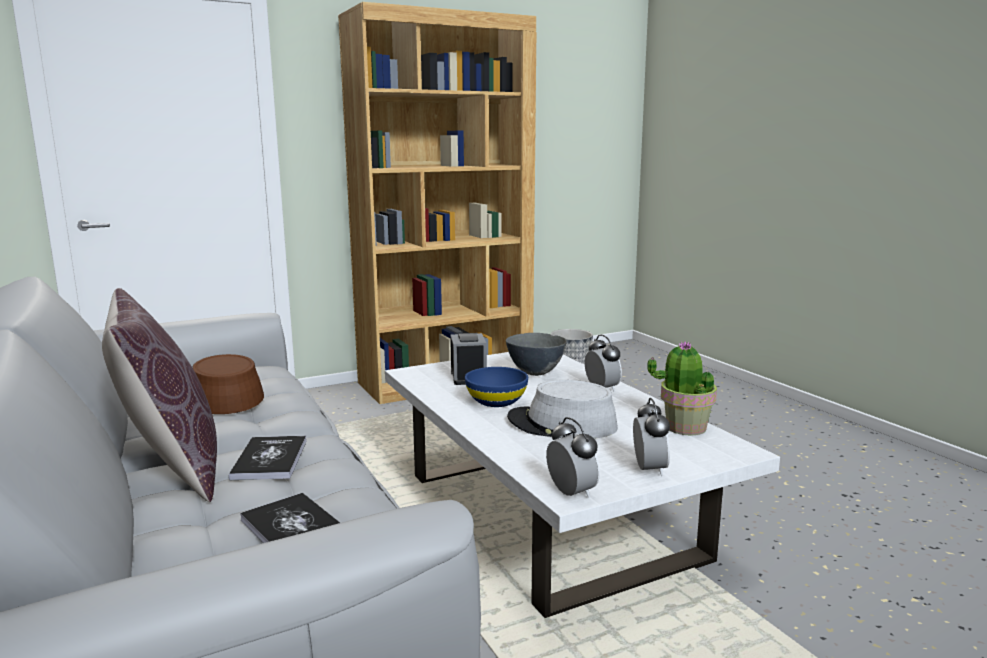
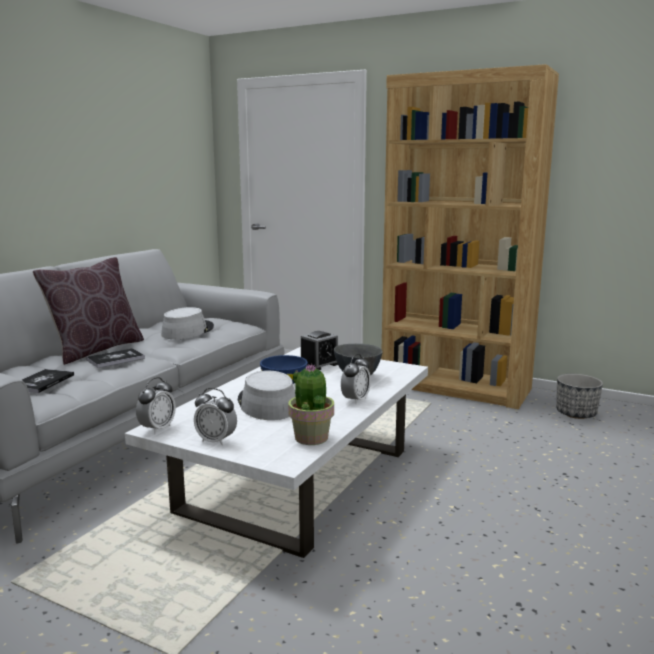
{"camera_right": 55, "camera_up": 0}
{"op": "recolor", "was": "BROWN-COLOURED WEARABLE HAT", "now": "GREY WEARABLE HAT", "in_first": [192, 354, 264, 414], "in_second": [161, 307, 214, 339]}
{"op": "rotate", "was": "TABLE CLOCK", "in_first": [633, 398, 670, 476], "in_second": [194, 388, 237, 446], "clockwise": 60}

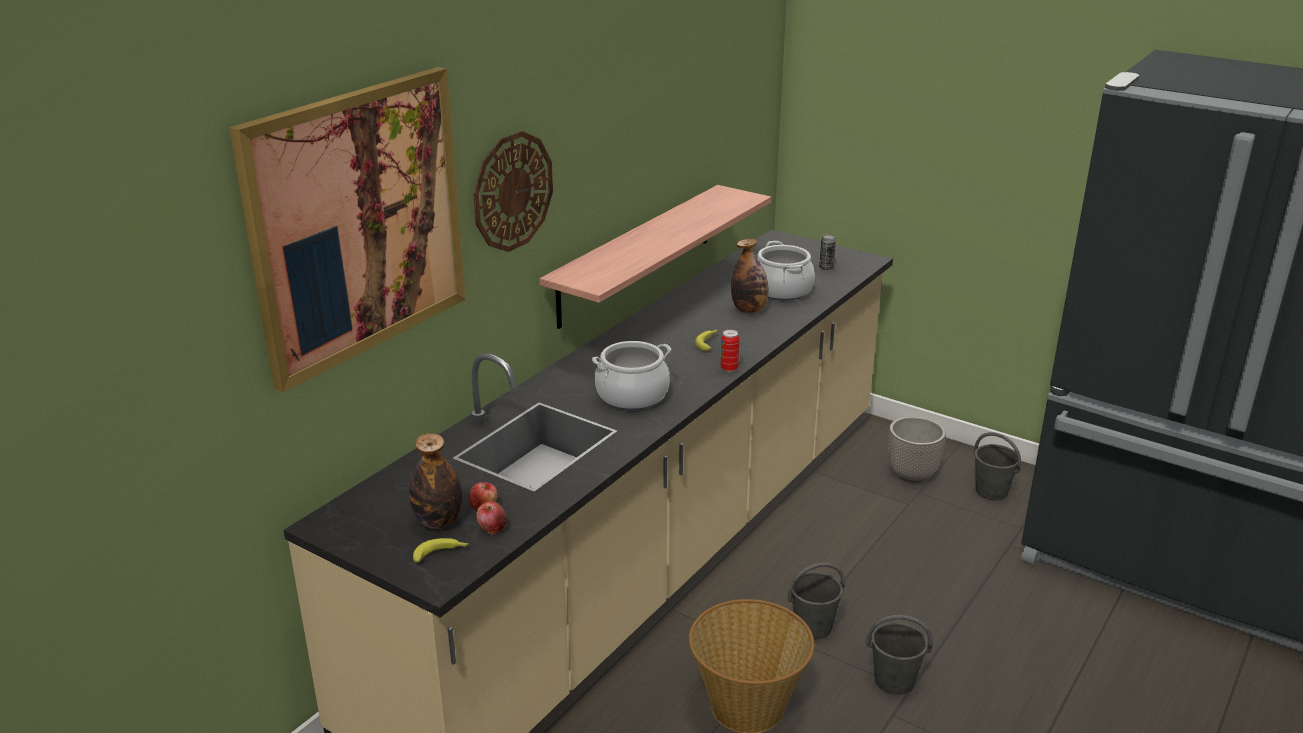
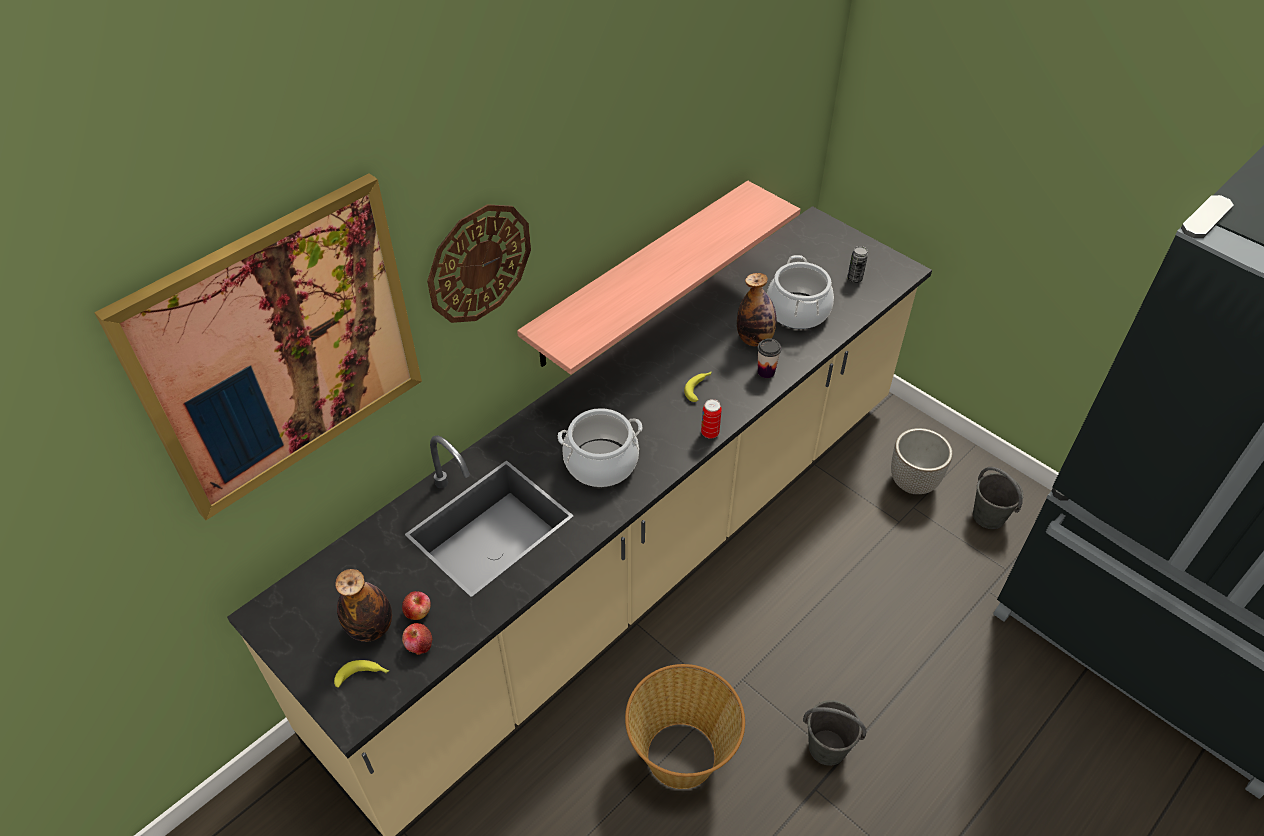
{"camera_right": 10, "camera_up": 20}
{"op": "delete", "was": "GREY PAIL", "in_first": [788, 563, 845, 639]}
{"op": "insert", "now": "SMALL CUP", "in_second": [757, 338, 781, 378]}

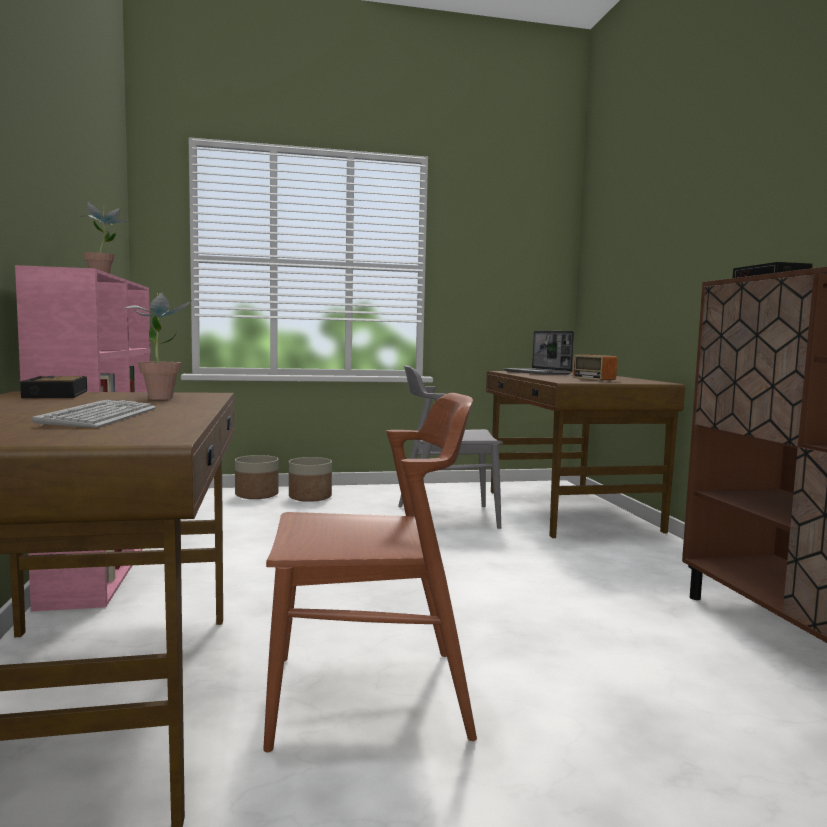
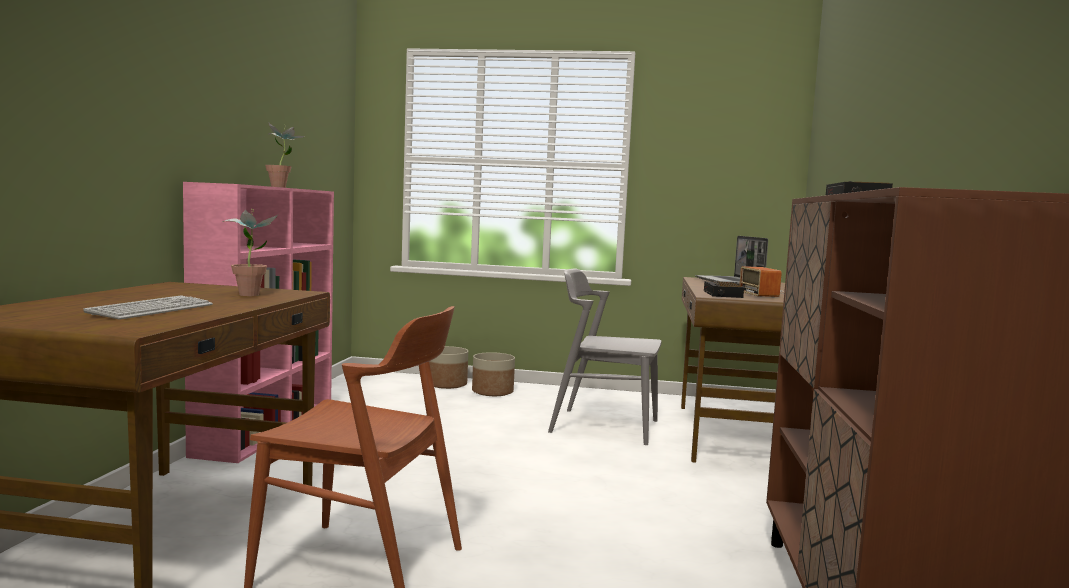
{"camera_right": 20, "camera_up": 0}
{"op": "move", "was": "TABLE CLOCK", "in_first": [20, 376, 87, 398], "in_second": [704, 281, 744, 298]}

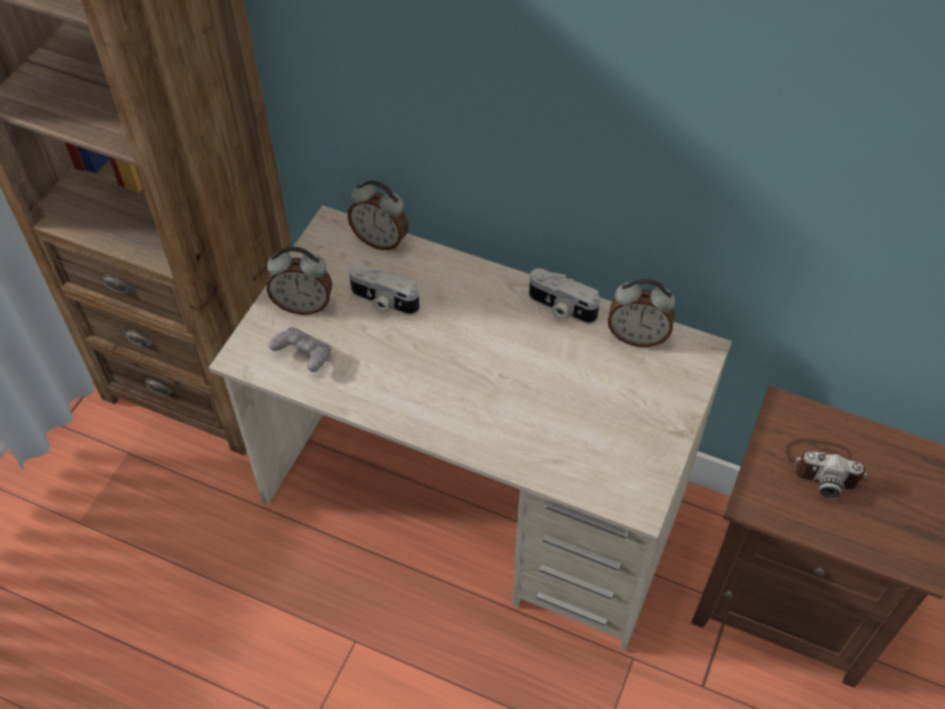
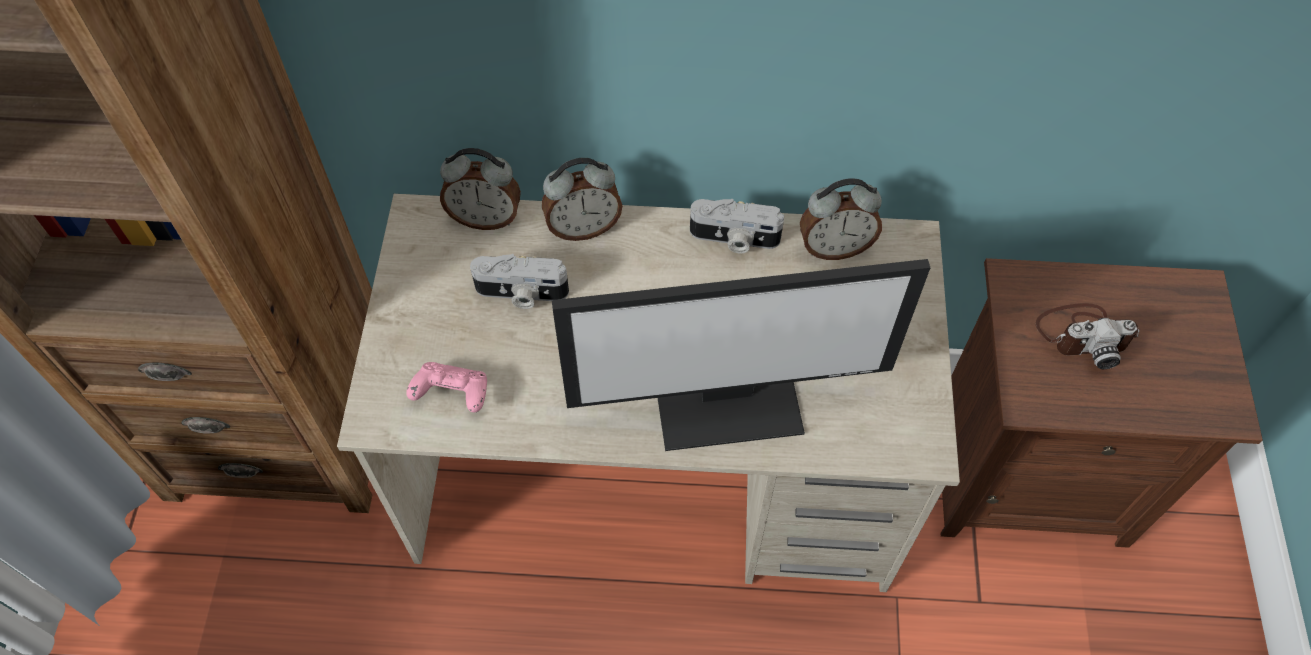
{"camera_right": -20, "camera_up": 5}
{"op": "insert", "now": "MONITOR", "in_second": [552, 259, 930, 451]}
{"op": "move", "was": "TABLE CLOCK", "in_first": [266, 247, 332, 315], "in_second": [542, 158, 622, 241]}
{"op": "recolor", "was": "GREY JOYPAD", "now": "PINK-COLOURED JOYPAD", "in_first": [269, 327, 331, 372], "in_second": [406, 362, 487, 413]}

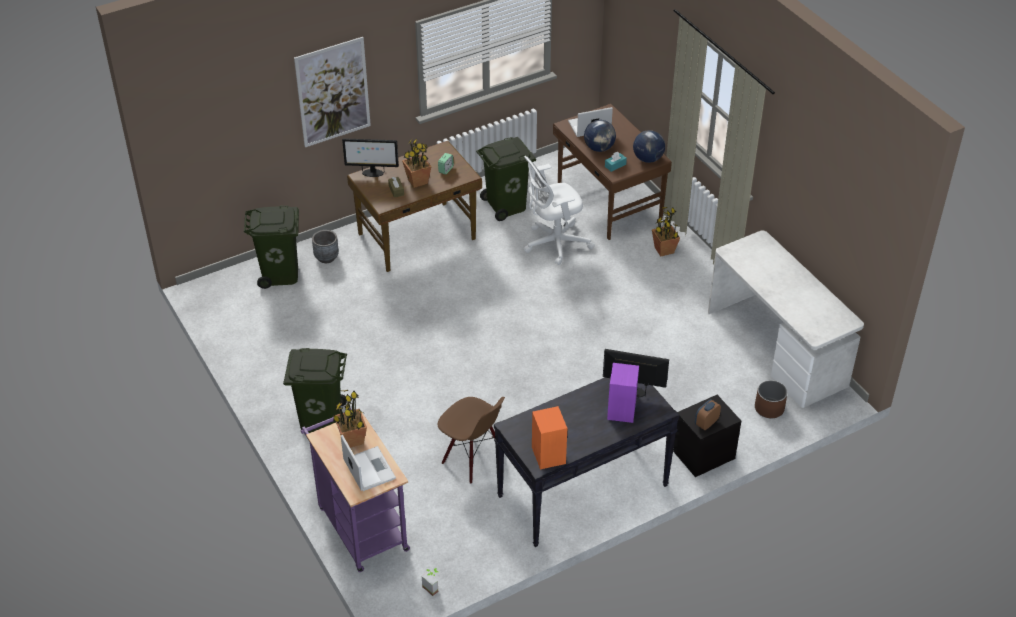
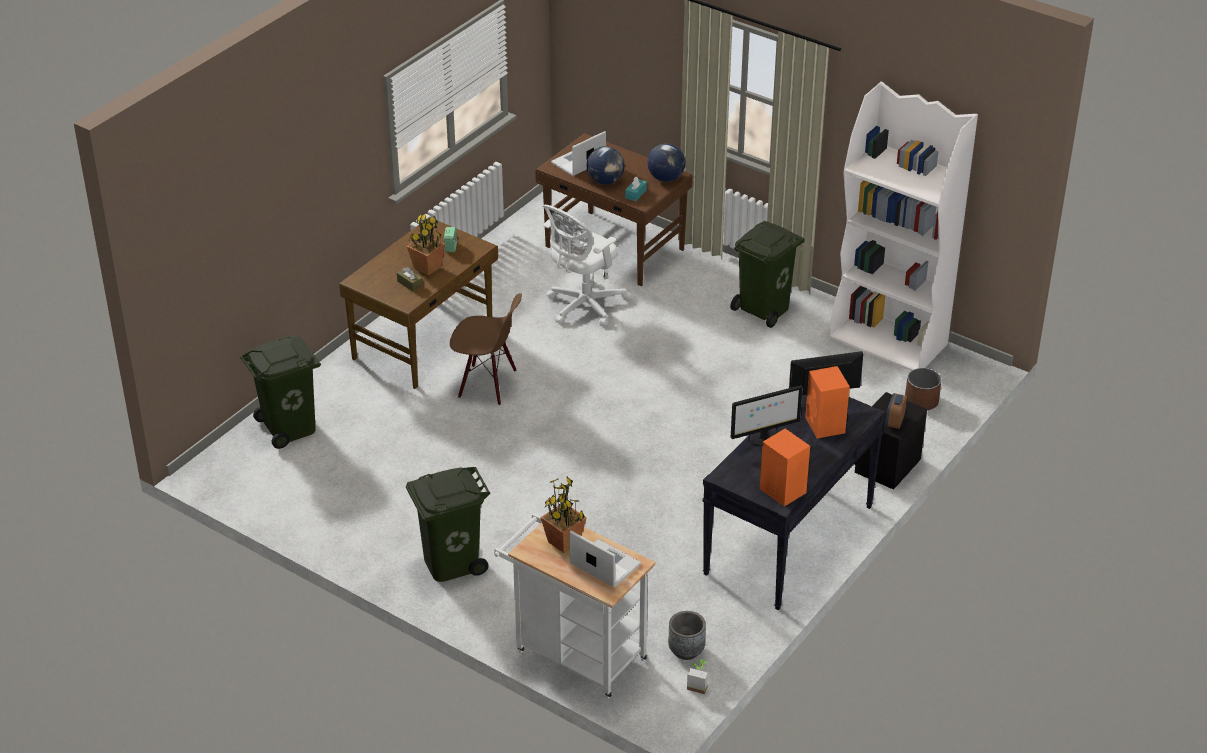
{"camera_right": -25, "camera_up": -5}
{"op": "delete", "was": "PICTURE", "in_first": [294, 37, 371, 147]}
{"op": "delete", "was": "PLANT IN A POT", "in_first": [652, 207, 680, 256]}
{"op": "move", "was": "GREY PLANTER", "in_first": [312, 230, 339, 263], "in_second": [668, 611, 706, 660]}
{"op": "move", "was": "MONITOR", "in_first": [342, 138, 399, 177], "in_second": [731, 385, 803, 446]}
{"op": "move", "was": "BROWN-COLOURED UPRIGHT CHAIR", "in_first": [438, 397, 505, 484], "in_second": [450, 293, 522, 406]}
{"op": "move", "was": "GREEN-COLOURED TRASH CAN", "in_first": [476, 137, 536, 221], "in_second": [730, 221, 805, 328]}
{"op": "replace", "was": "WHITE DESK TABLE", "now": "WHITE BOOKSHELF", "in_first": [708, 231, 864, 408], "in_second": [829, 82, 978, 371]}
{"op": "recolor", "was": "PURPLE-COLOURED CART", "now": "WHITE CART", "in_first": [301, 408, 410, 572], "in_second": [494, 513, 656, 699]}
{"op": "recolor", "was": "PURPLE-COLOURED LOUDSPEAKER", "now": "ORANGEY LOUDSPEAKER", "in_first": [607, 363, 639, 423], "in_second": [805, 366, 850, 439]}

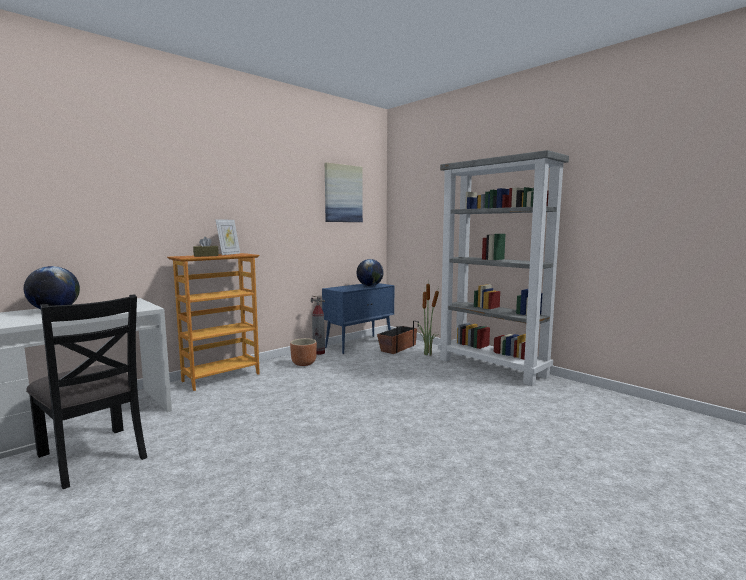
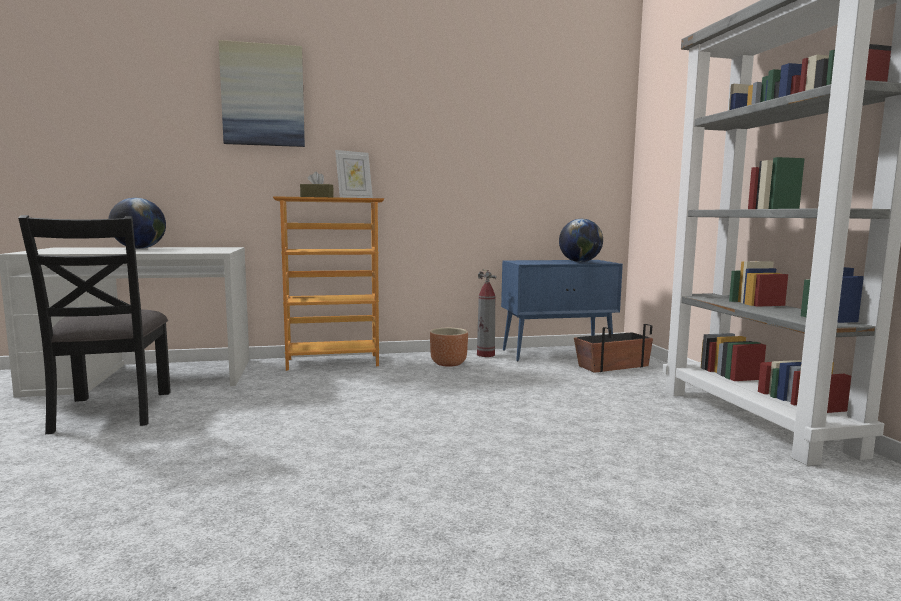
{"camera_right": 30, "camera_up": 0}
{"op": "delete", "was": "PLANT IN A POT", "in_first": [416, 284, 439, 355]}
{"op": "move", "was": "PICTURE", "in_first": [325, 163, 363, 222], "in_second": [219, 40, 305, 147]}

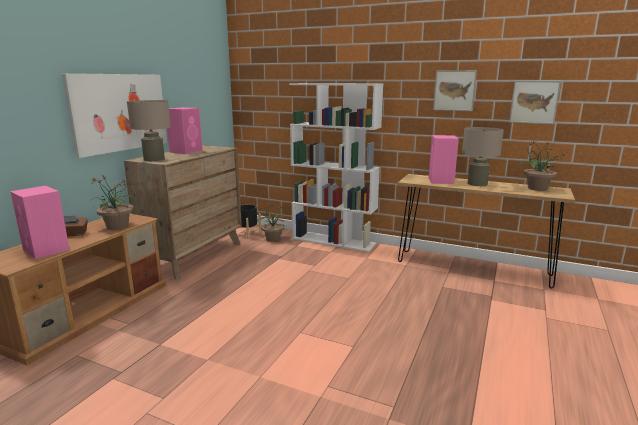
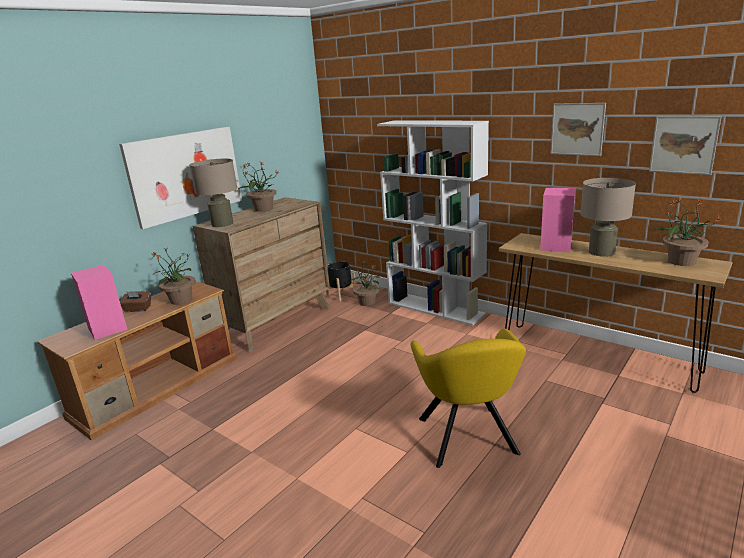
{"camera_right": 15, "camera_up": 5}
{"op": "insert", "now": "YELLOWISH EASY CHAIR", "in_second": [411, 328, 526, 468]}
{"op": "replace", "was": "PINK-COLOURED LOUDSPEAKER", "now": "PLANT IN A POT", "in_first": [167, 107, 203, 154], "in_second": [237, 162, 278, 212]}

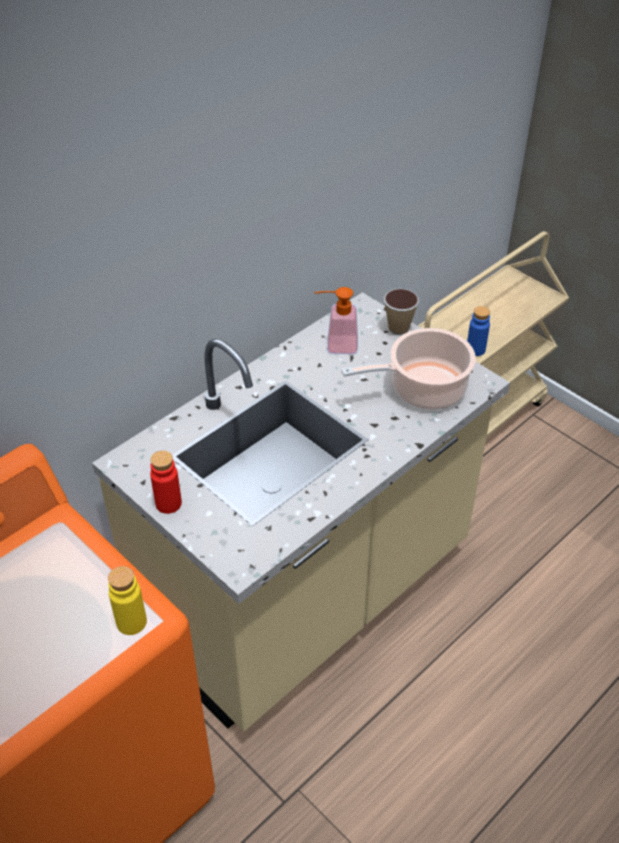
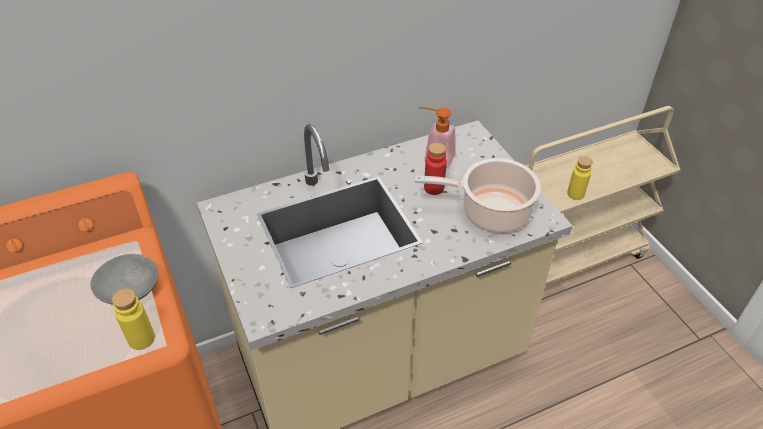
{"camera_right": 20, "camera_up": 0}
{"op": "delete", "was": "SMALL CUP", "in_first": [384, 289, 419, 335]}
{"op": "insert", "now": "GREY BOWL", "in_second": [91, 254, 158, 305]}
{"op": "move", "was": "REDDISH DRINK BOTTLE", "in_first": [150, 451, 182, 514], "in_second": [424, 143, 447, 195]}
{"op": "recolor", "was": "BLUE-COLOURED DRINK BOTTLE", "now": "YELLOWISH DRINK BOTTLE", "in_first": [467, 306, 490, 356], "in_second": [567, 156, 592, 200]}

